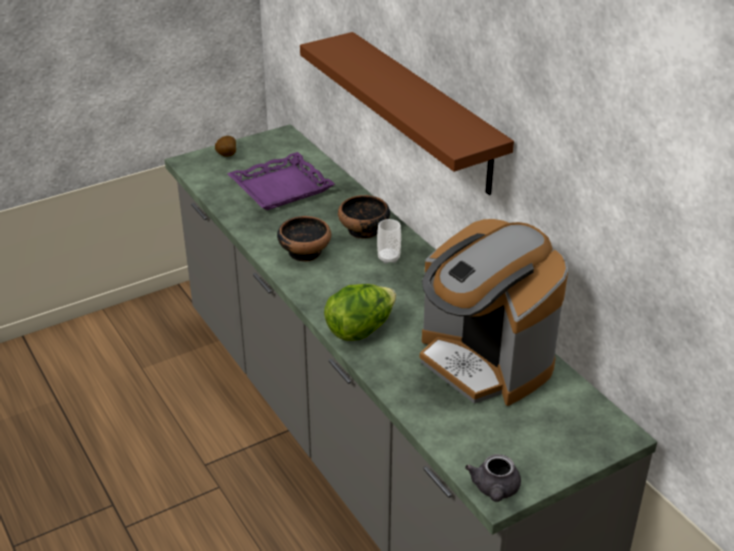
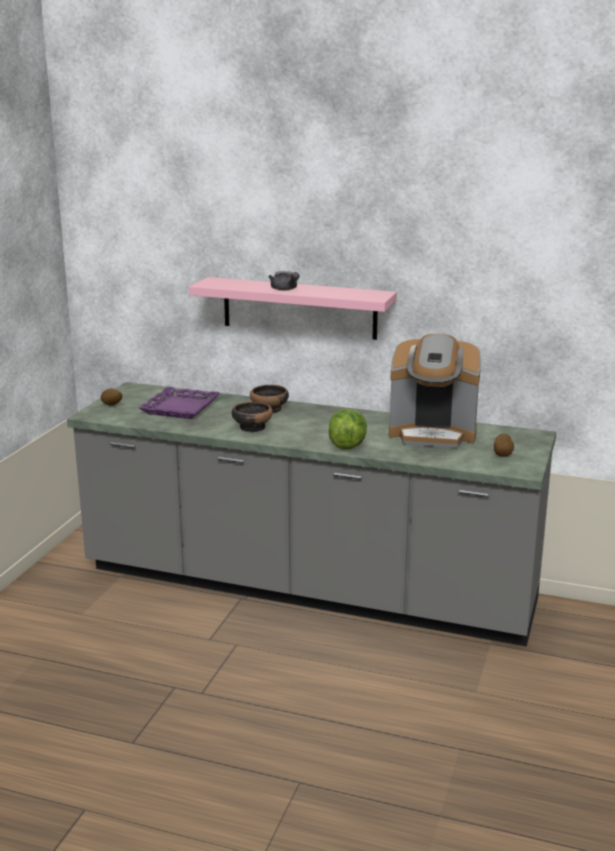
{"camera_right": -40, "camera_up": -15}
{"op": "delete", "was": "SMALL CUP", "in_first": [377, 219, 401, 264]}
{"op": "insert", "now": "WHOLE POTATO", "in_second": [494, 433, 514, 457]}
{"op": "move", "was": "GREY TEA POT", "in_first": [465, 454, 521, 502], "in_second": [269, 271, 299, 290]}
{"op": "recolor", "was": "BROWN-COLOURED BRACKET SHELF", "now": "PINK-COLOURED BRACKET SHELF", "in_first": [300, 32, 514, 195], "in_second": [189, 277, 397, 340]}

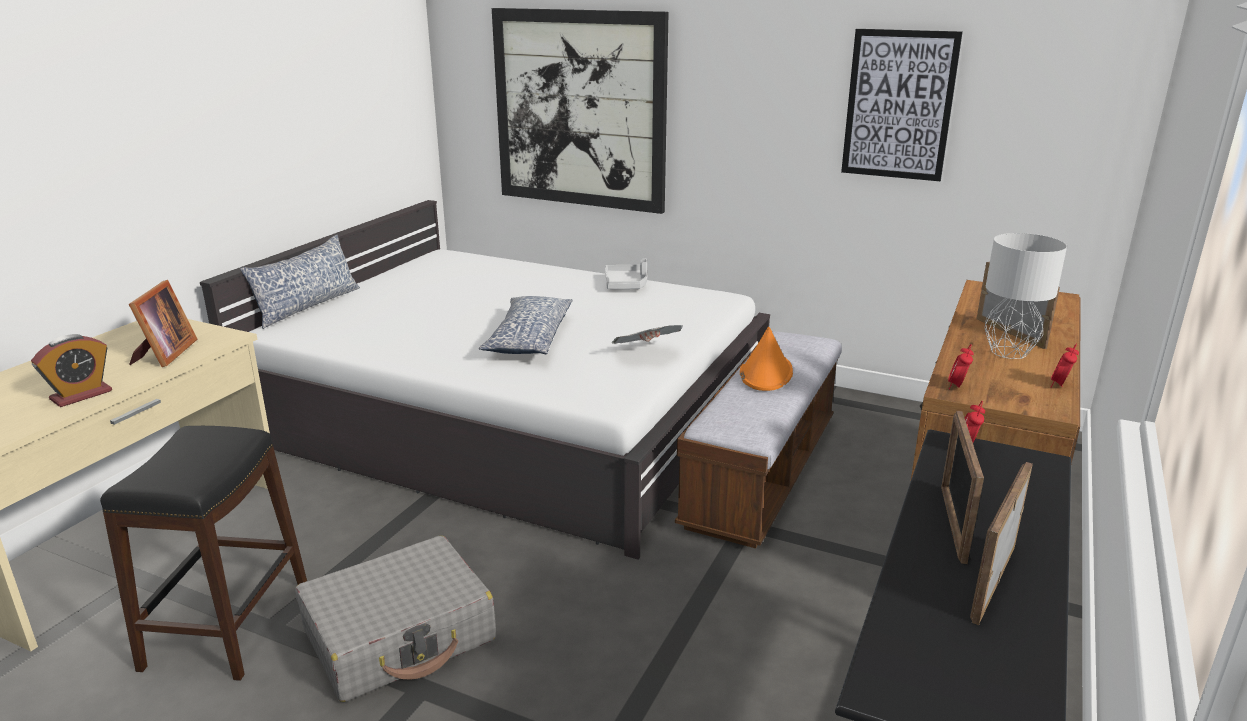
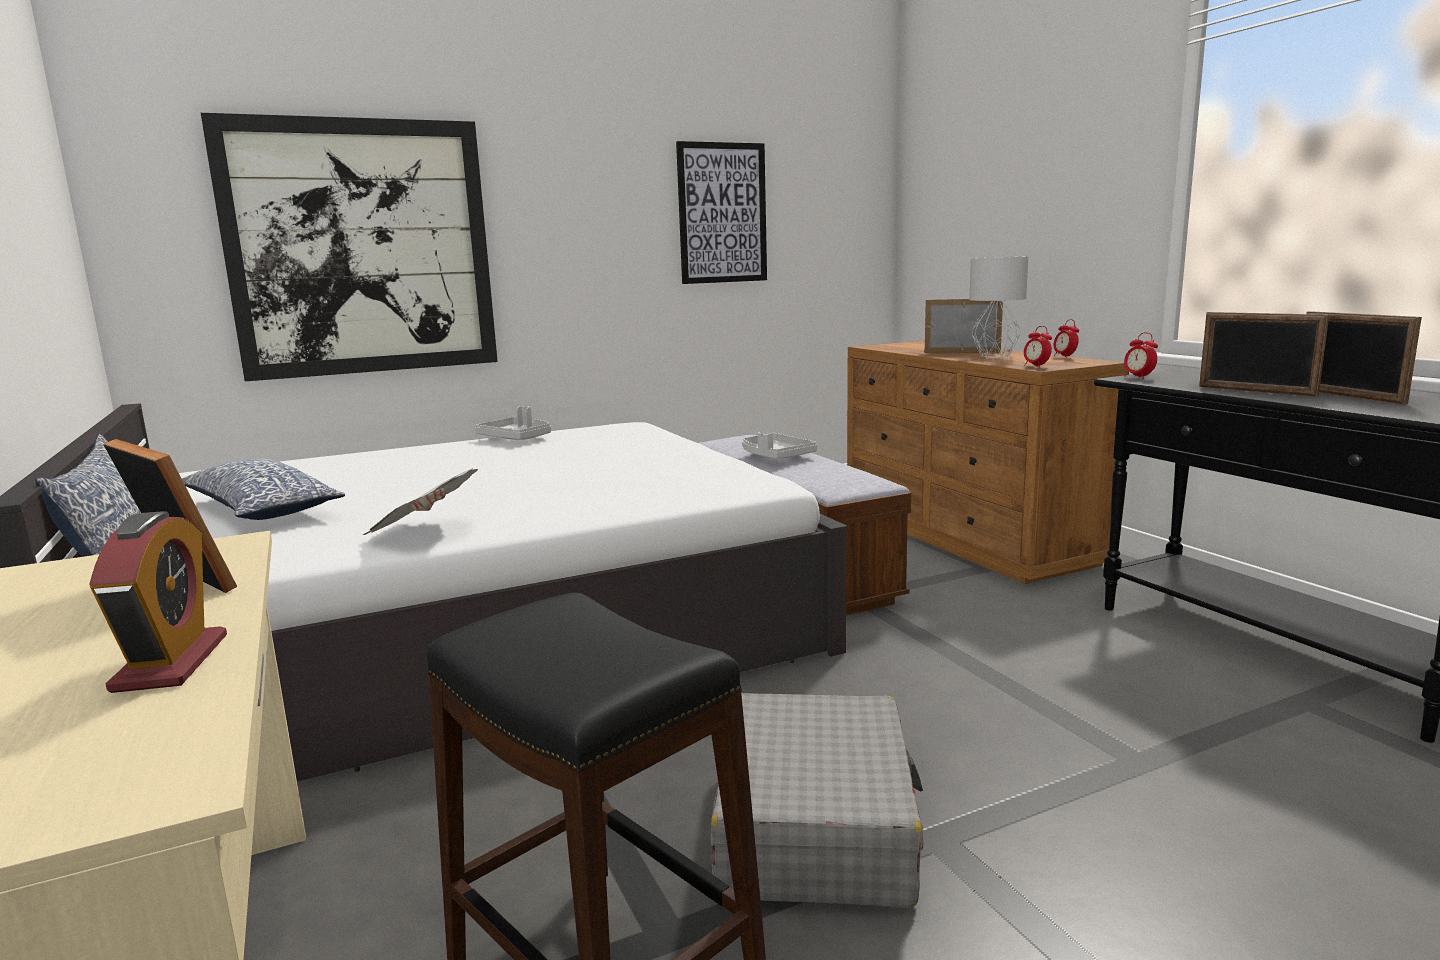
{"camera_right": -50, "camera_up": -10}
{"op": "move", "was": "CUSHION", "in_first": [479, 296, 572, 354], "in_second": [182, 458, 345, 520]}
{"op": "move", "was": "DAILY PAPER", "in_first": [612, 325, 682, 344], "in_second": [363, 468, 478, 535]}
{"op": "replace", "was": "ORANGEY WEARABLE HAT", "now": "GREY SERVING TRAY", "in_first": [740, 327, 793, 391], "in_second": [742, 432, 817, 459]}

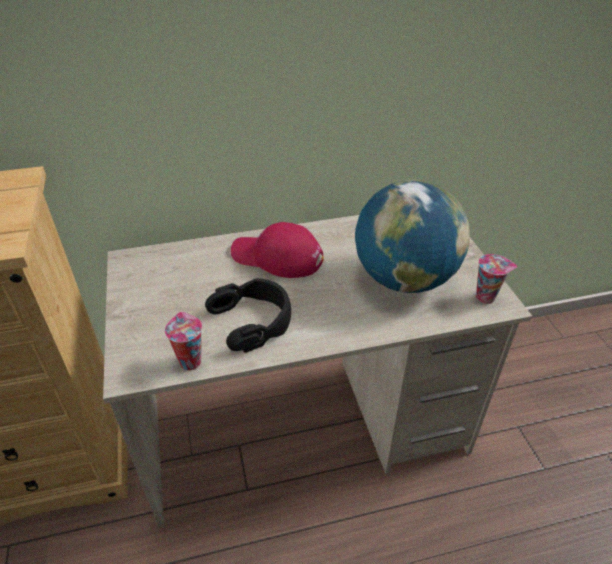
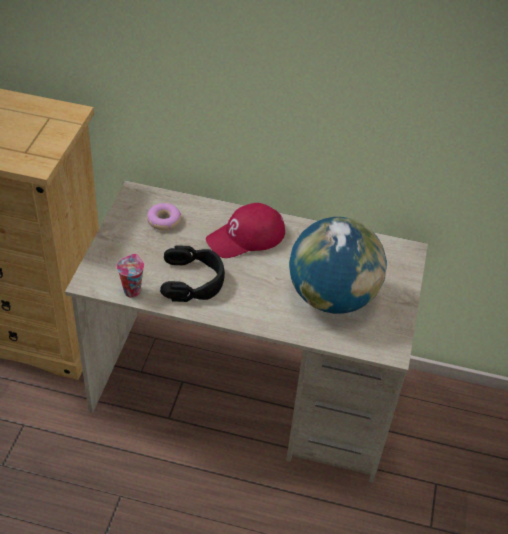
{"camera_right": 25, "camera_up": 5}
{"op": "delete", "was": "SMALL CUP", "in_first": [476, 254, 517, 304]}
{"op": "insert", "now": "RING DOUGHNUT", "in_second": [147, 203, 181, 230]}
{"op": "rotate", "was": "REDDISH BASEBALL CAP", "in_first": [231, 222, 324, 278], "in_second": [206, 203, 285, 258], "clockwise": -75}

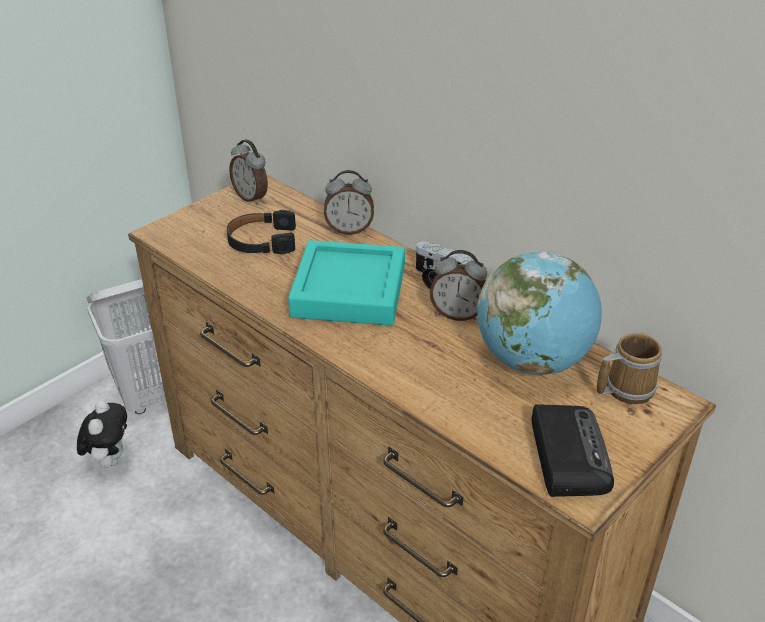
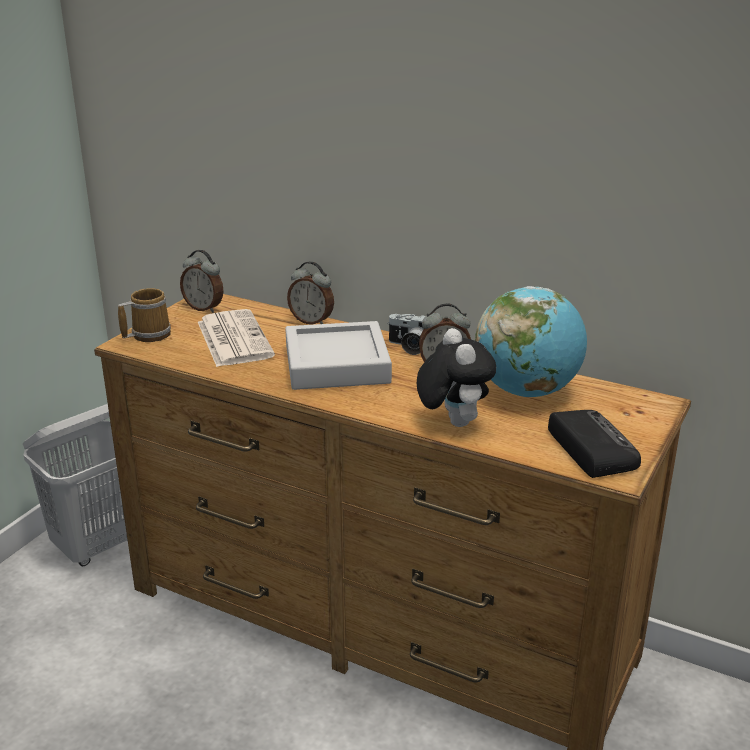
{"camera_right": -15, "camera_up": -10}
{"op": "move", "was": "CUDDLY TOY", "in_first": [77, 400, 127, 468], "in_second": [417, 328, 496, 427]}
{"op": "move", "was": "COFFEE MUG", "in_first": [597, 333, 662, 404], "in_second": [118, 288, 171, 342]}
{"op": "replace", "was": "BLACK-COLOURED HEADPHONES", "now": "DAILY PAPER", "in_first": [227, 210, 296, 254], "in_second": [198, 309, 275, 367]}
{"op": "recolor", "was": "BLUE-GREEN SERVING TRAY", "now": "GREY SERVING TRAY", "in_first": [288, 240, 405, 326], "in_second": [285, 321, 392, 390]}
{"op": "rotate", "was": "TABLE CLOCK", "in_first": [324, 170, 374, 235], "in_second": [287, 261, 334, 325], "clockwise": 45}

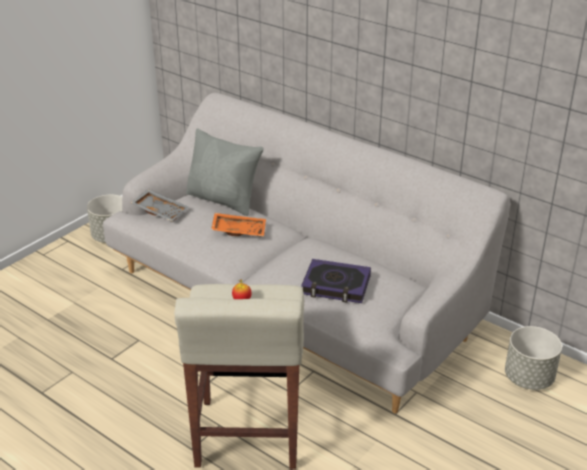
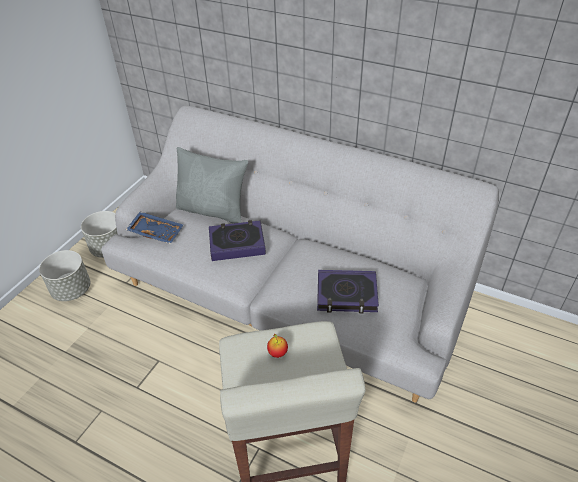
{"camera_right": -10, "camera_up": 10}
{"op": "move", "was": "GREY PLANTER", "in_first": [505, 326, 562, 390], "in_second": [39, 250, 91, 301]}
{"op": "replace", "was": "ORANGEY SERVING TRAY", "now": "BOUND BOOK", "in_first": [211, 213, 266, 237], "in_second": [209, 220, 266, 261]}
{"op": "recolor", "was": "GREY SERVING TRAY", "now": "BLUE-COLOURED SERVING TRAY", "in_first": [131, 189, 189, 221], "in_second": [126, 211, 183, 244]}

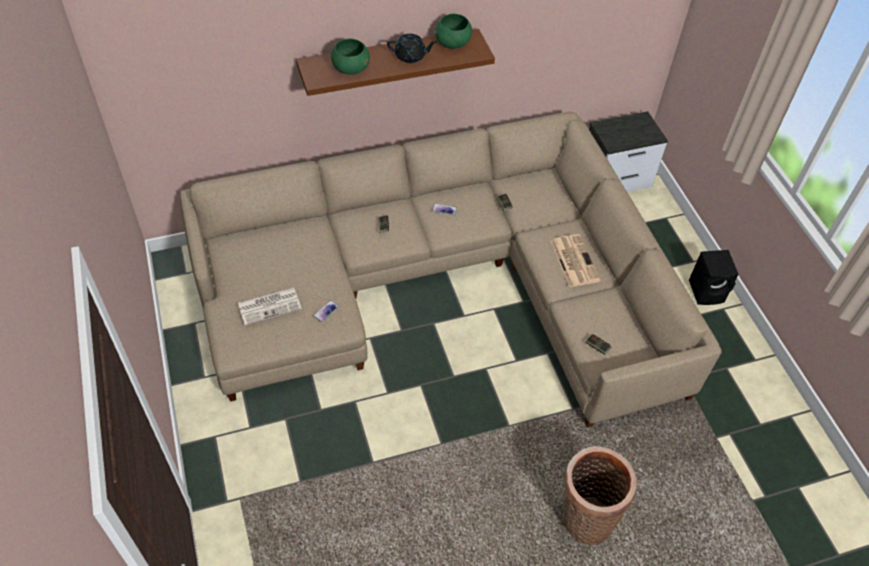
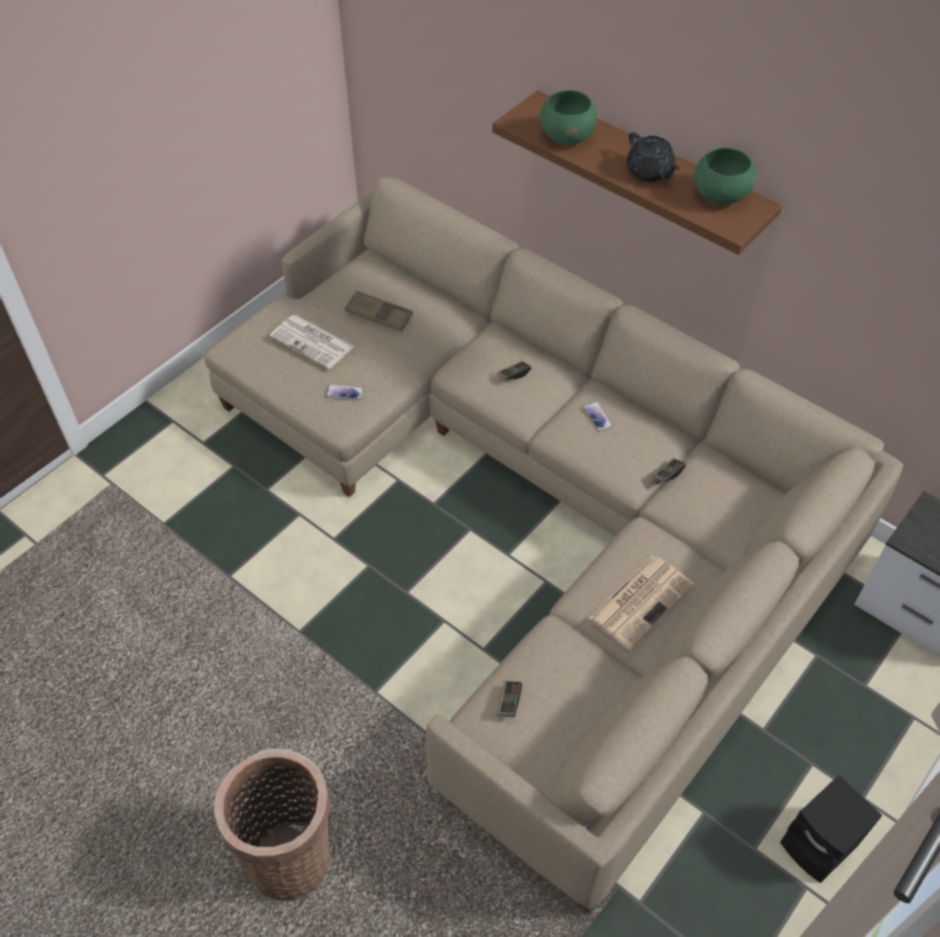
{"camera_right": 60, "camera_up": 0}
{"op": "insert", "now": "BROWN-COLOURED SERVING TRAY", "in_second": [345, 291, 413, 332]}

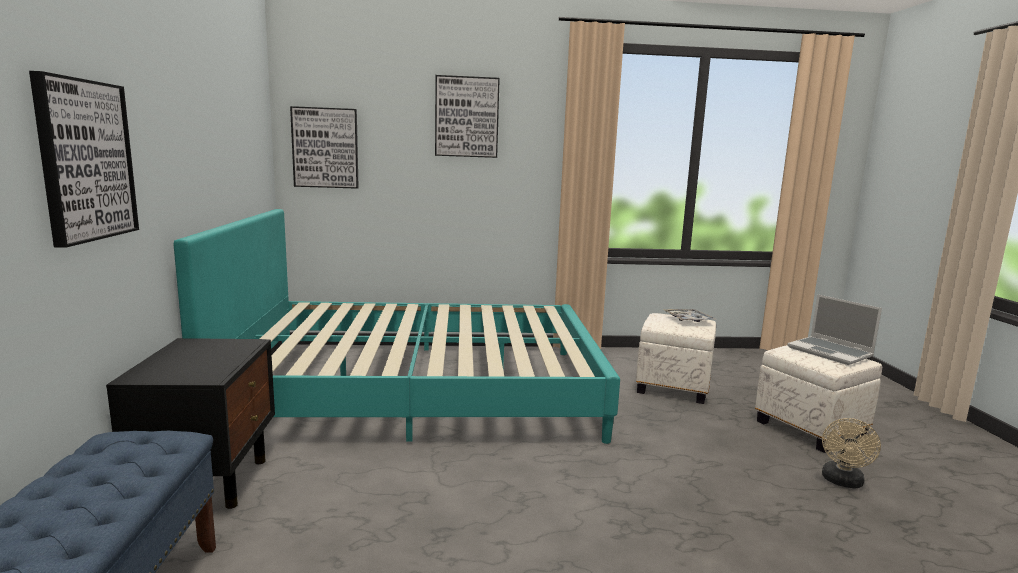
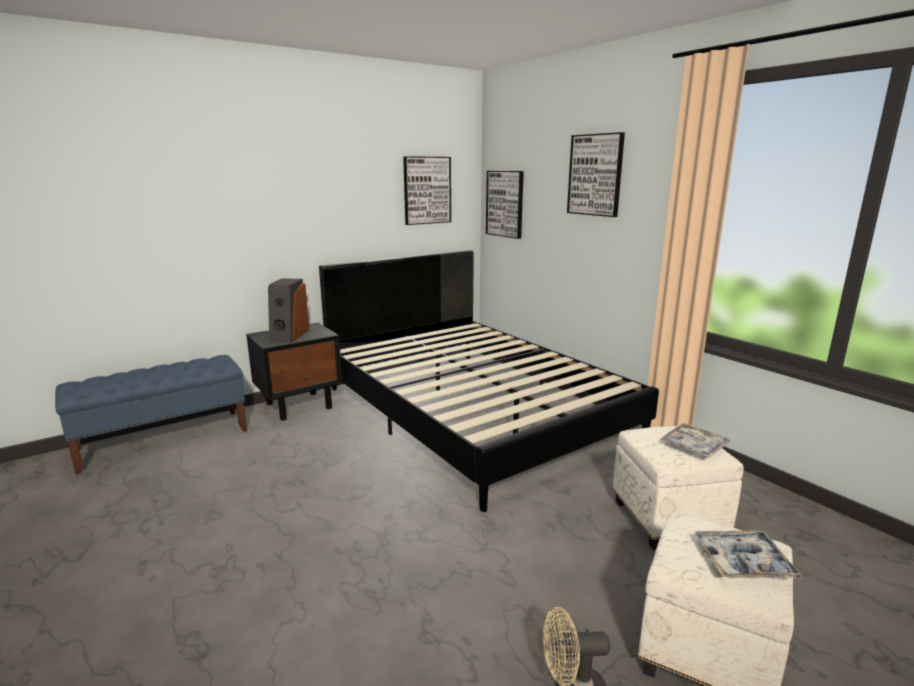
{"camera_right": 60, "camera_up": 5}
{"op": "insert", "now": "LOUDSPEAKER", "in_second": [268, 278, 309, 343]}
{"op": "move", "was": "PICTURE", "in_first": [29, 71, 139, 248], "in_second": [403, 156, 451, 225]}
{"op": "replace", "was": "PORTABLE COMPUTER", "now": "SERVING TRAY", "in_first": [787, 294, 882, 365], "in_second": [694, 531, 803, 579]}
{"op": "recolor", "was": "BLUE-GREEN BED", "now": "BLACK-COLOURED BED", "in_first": [174, 209, 620, 444], "in_second": [319, 250, 659, 512]}

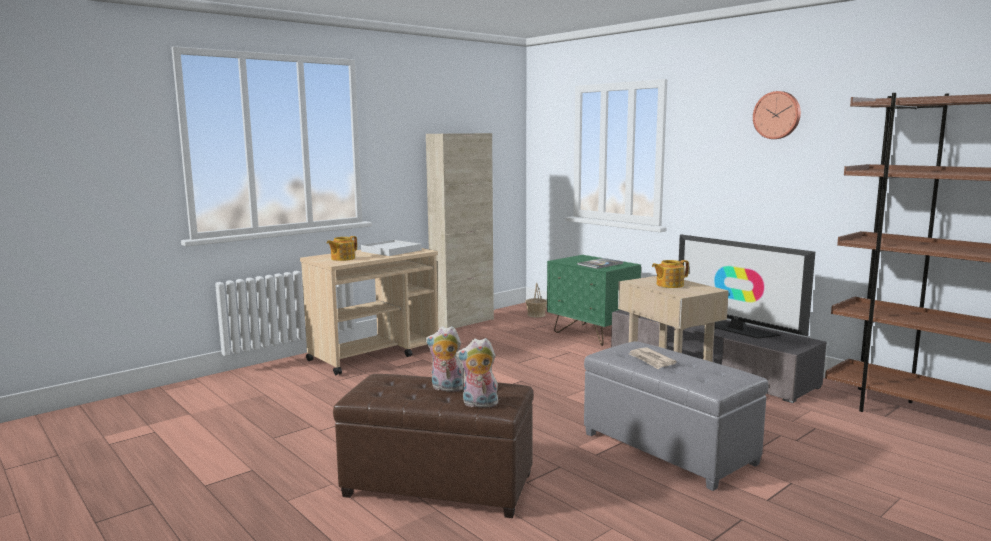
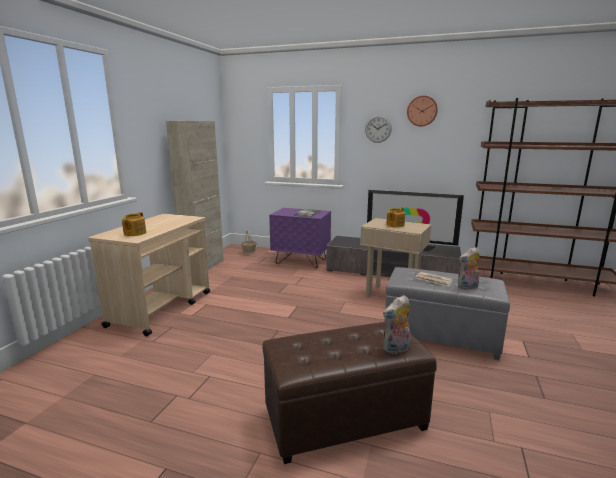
{"camera_right": -30, "camera_up": 5}
{"op": "delete", "was": "WHITE SERVING TRAY", "in_first": [361, 240, 422, 256]}
{"op": "insert", "now": "CLOCK ON THE WALL", "in_second": [365, 115, 392, 143]}
{"op": "move", "was": "CUDDLY TOY", "in_first": [426, 326, 464, 392], "in_second": [458, 247, 480, 290]}
{"op": "recolor", "was": "GREEN-COLOURED NIGHT TABLE", "now": "PURPLE-COLOURED NIGHT TABLE", "in_first": [547, 255, 641, 346], "in_second": [269, 208, 331, 268]}

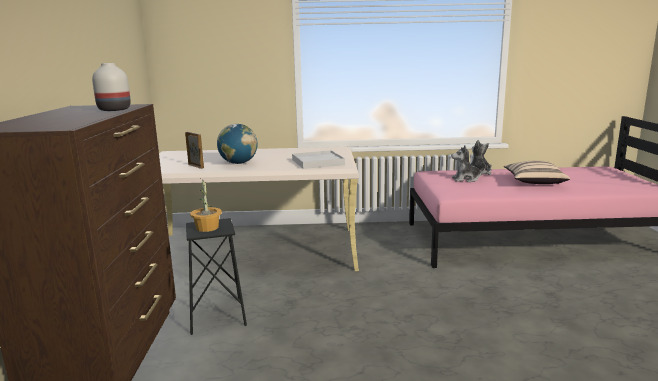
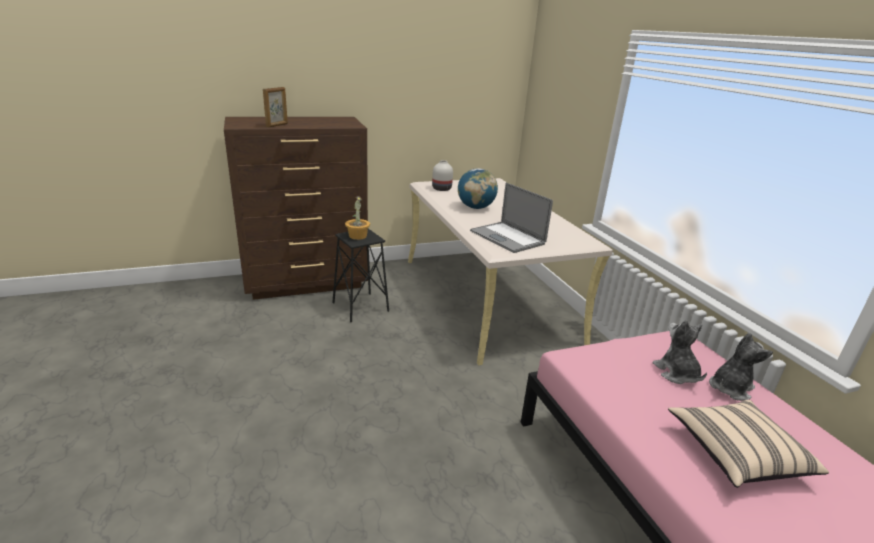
{"camera_right": 70, "camera_up": 10}
{"op": "move", "was": "WHITE DECORATIVE VASE", "in_first": [92, 63, 131, 111], "in_second": [432, 160, 453, 191]}
{"op": "move", "was": "PHOTO FRAME", "in_first": [185, 132, 204, 169], "in_second": [263, 87, 288, 128]}
{"op": "replace", "was": "WHITE SERVING TRAY", "now": "PORTABLE COMPUTER", "in_first": [292, 150, 345, 169], "in_second": [470, 183, 553, 253]}

